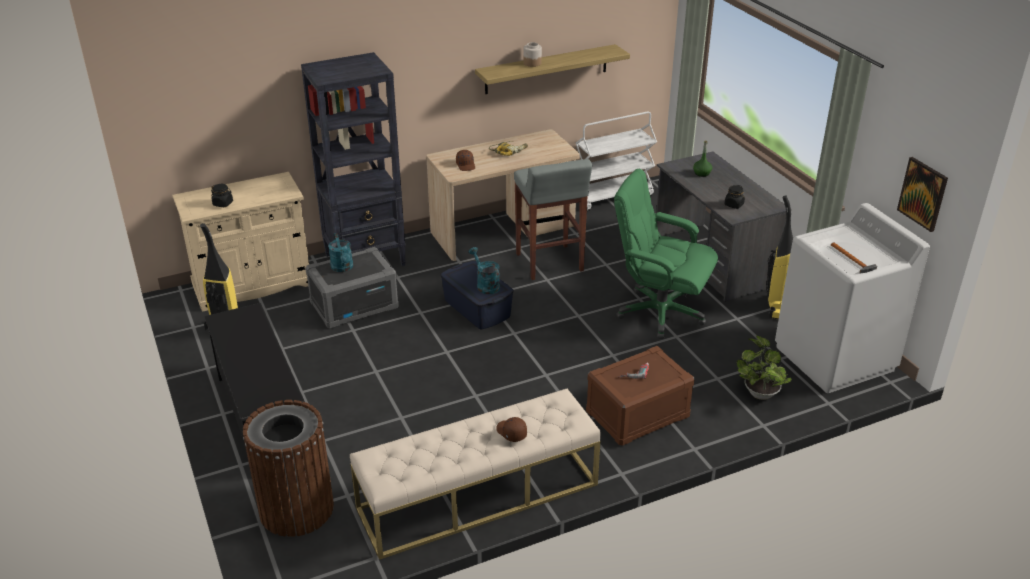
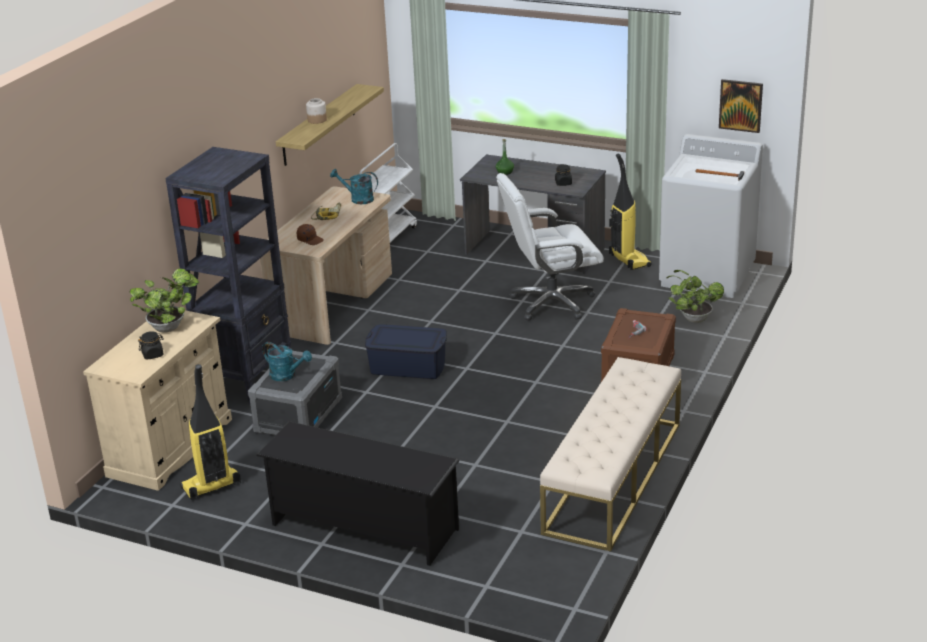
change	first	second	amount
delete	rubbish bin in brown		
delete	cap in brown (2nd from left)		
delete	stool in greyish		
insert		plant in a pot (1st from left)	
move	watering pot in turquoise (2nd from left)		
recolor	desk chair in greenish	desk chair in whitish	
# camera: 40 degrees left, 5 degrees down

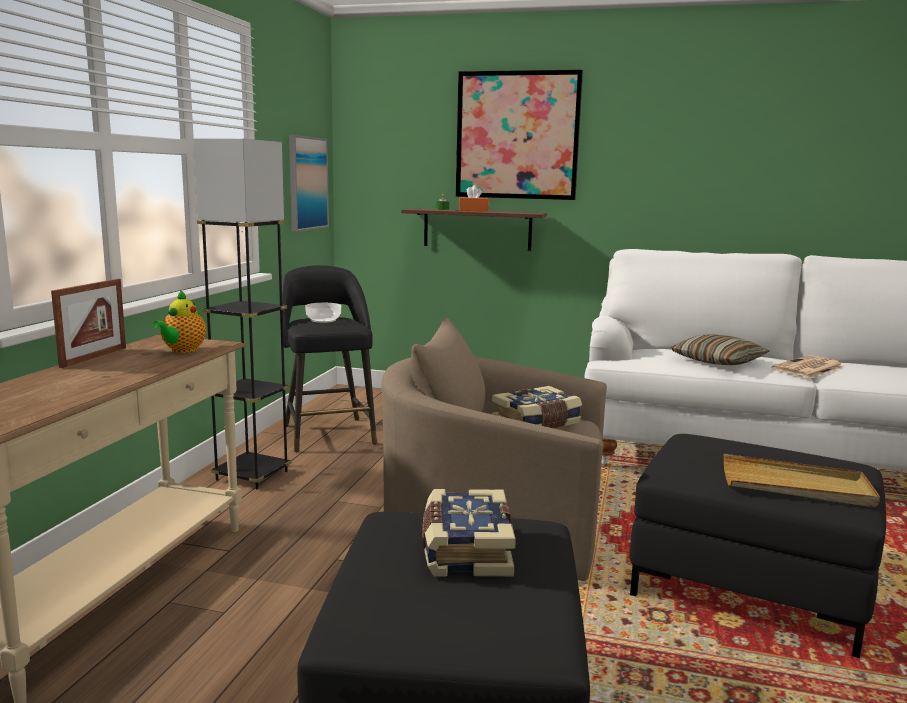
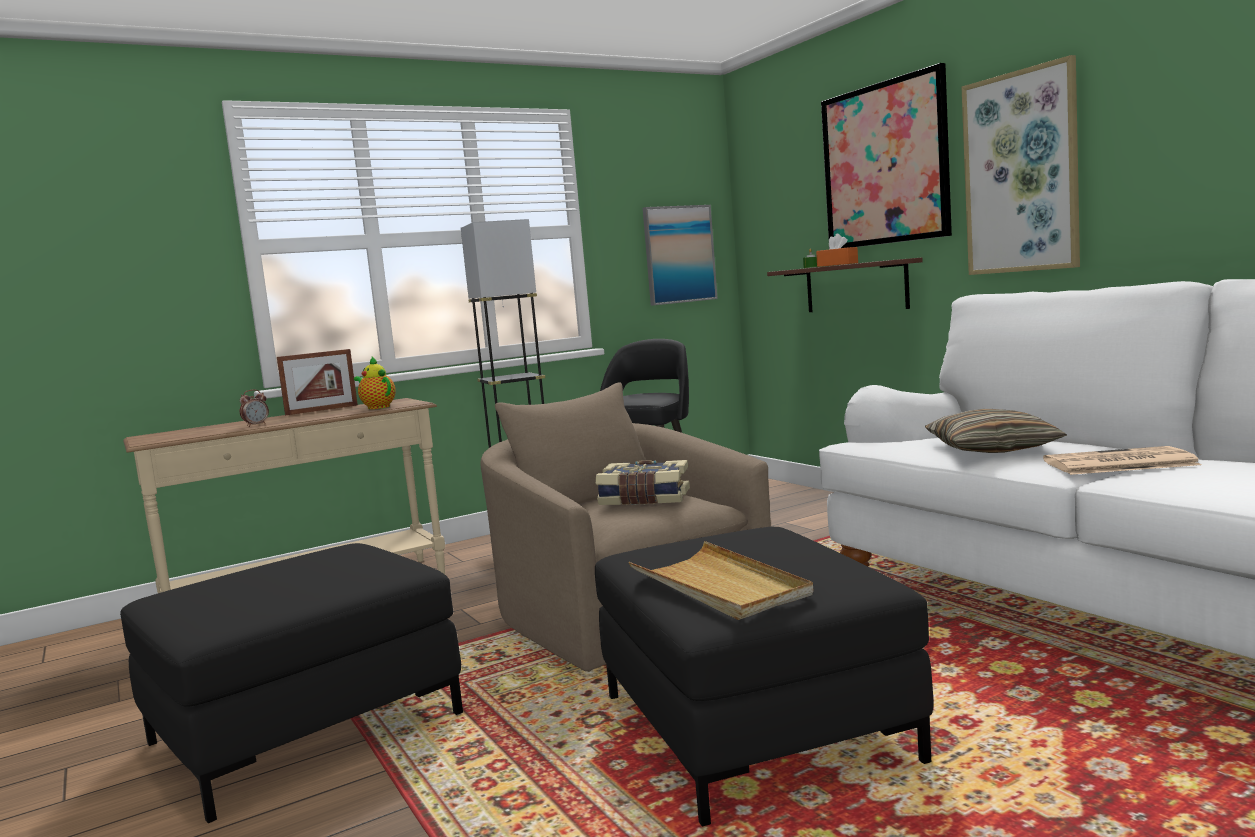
change	first	second	amount
delete	serving bowl		
delete	volume (1st from left)		
insert		bedside clock	
insert		wall art (3rd from left)	
rotate	tea pot		75 degrees clockwise
# camera: 45 degrees right, 5 degrees down

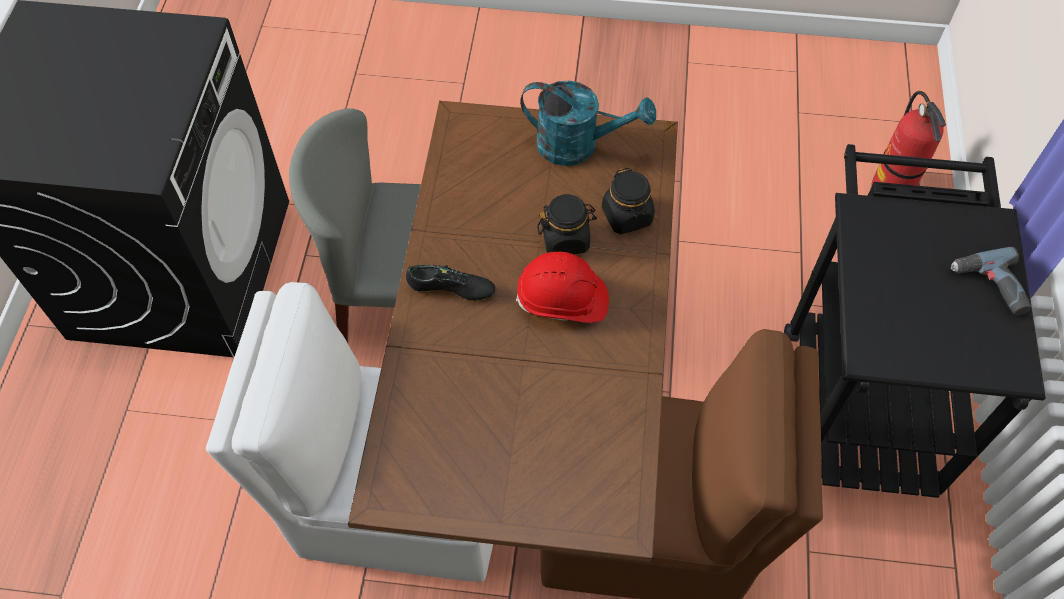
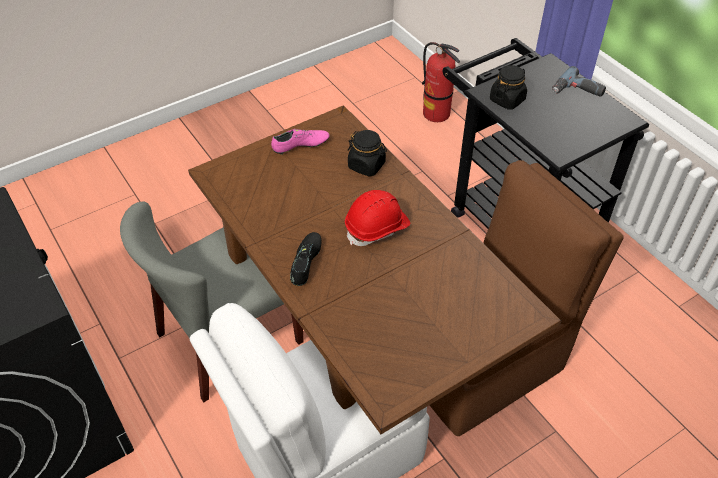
change	first	second	amount
move	storage jar in black (1st from left in the first image)	storage jar in black (2nd from left)	
replace	watering pot in turquoise	item of footwear in pink	
rotate	item of footwear in black		45 degrees counterclockwise
# camera: 40 degrees left, 10 degrees down

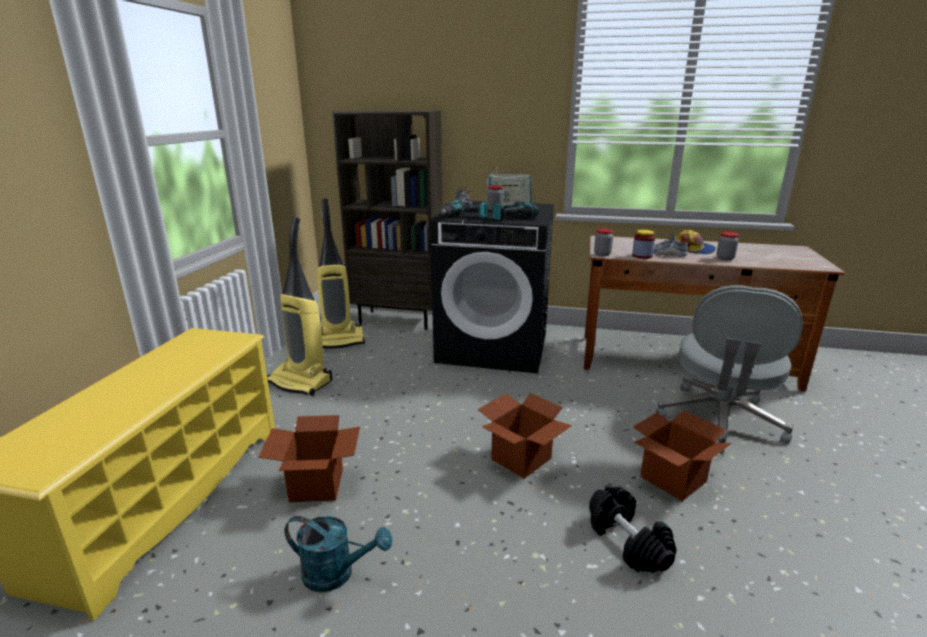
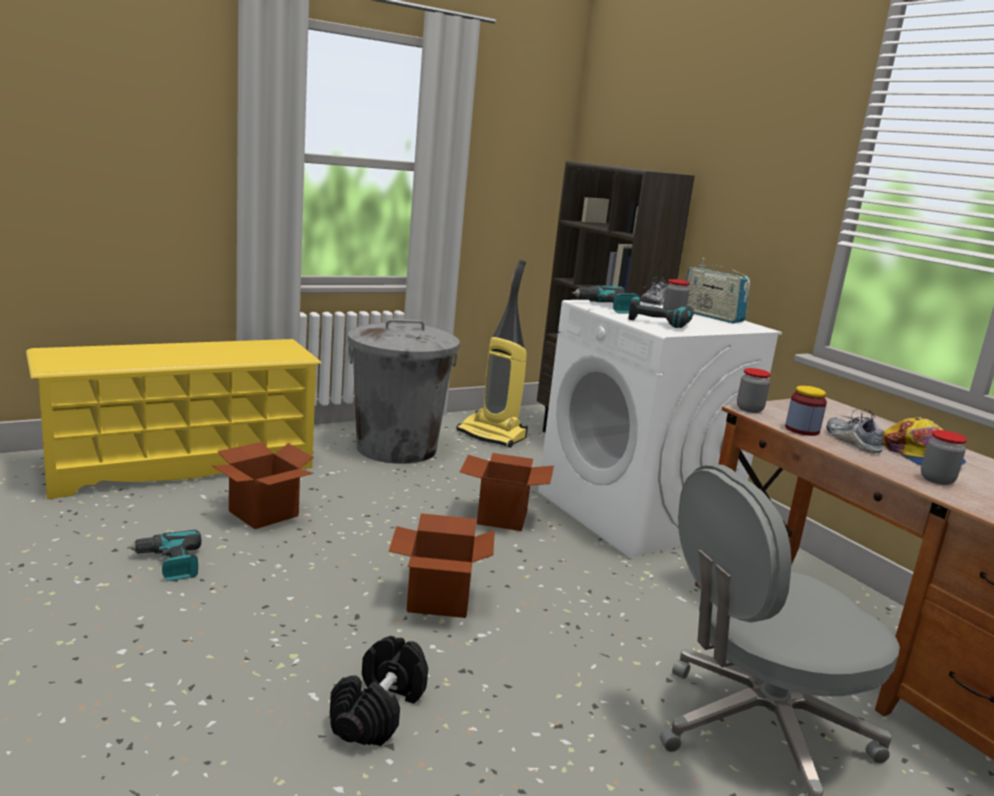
change	first	second	amount
move	carton (3rd from left)		
replace	hoover (1st from left)	rubbish bin in greyish	
replace	watering pot in turquoise	drill (1st from left)	
recolor	washing machine in black	washing machine in whitish	
# camera: 45 degrees right, 5 degrees down

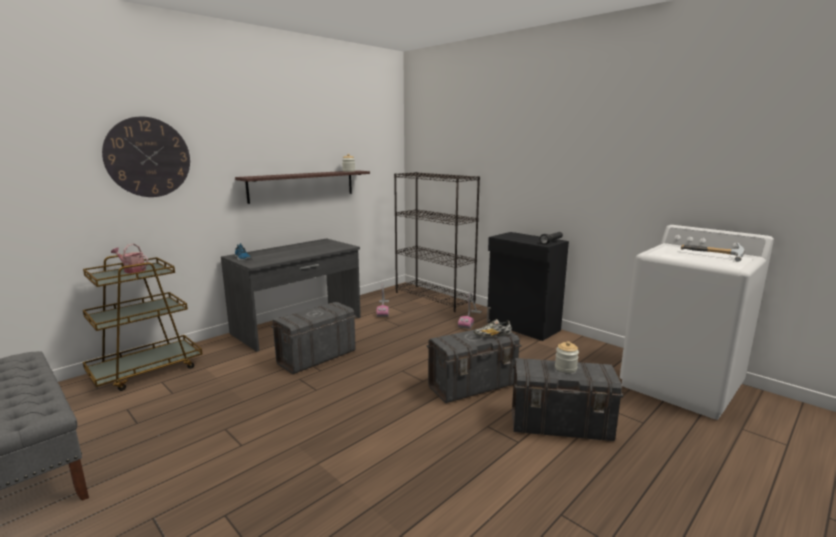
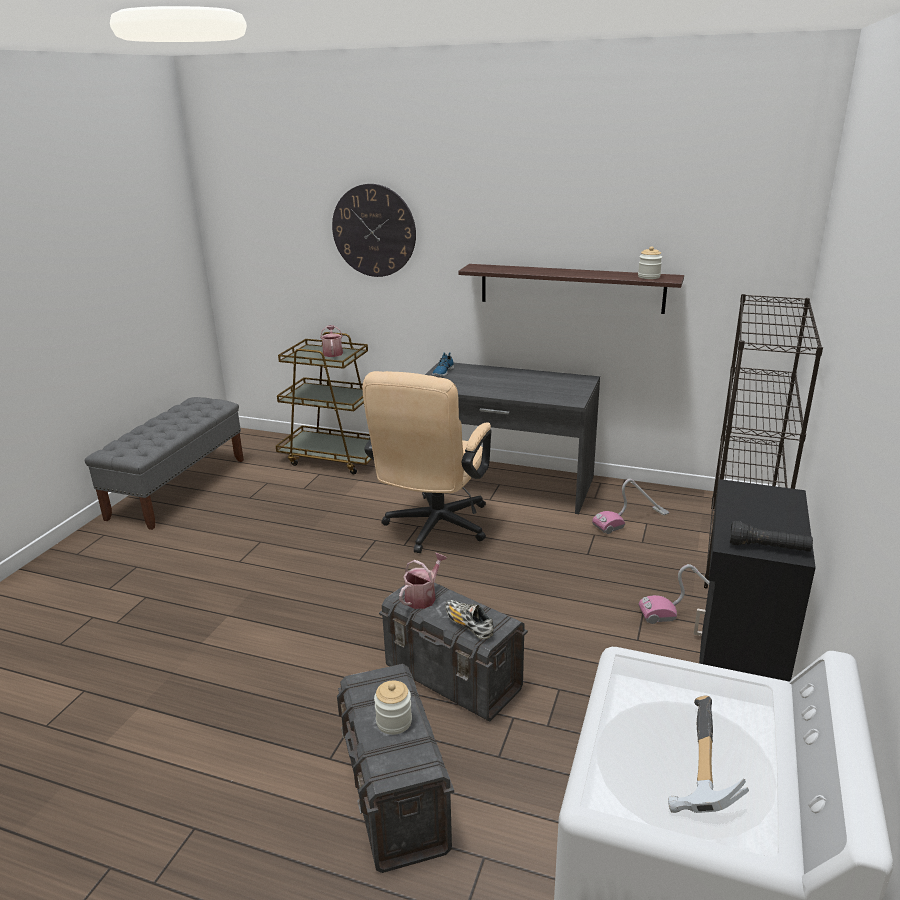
change	first	second	amount
insert		watering pot (2nd from left)	
replace	storage box in greyish (1st from left)	desk chair in beige-coloured	
# camera: 65 degrees right, 10 degrees up

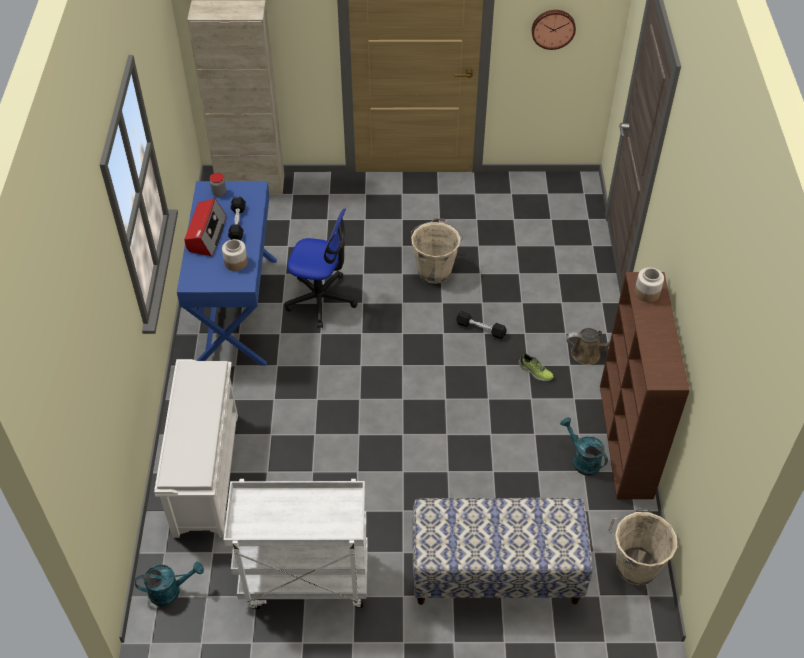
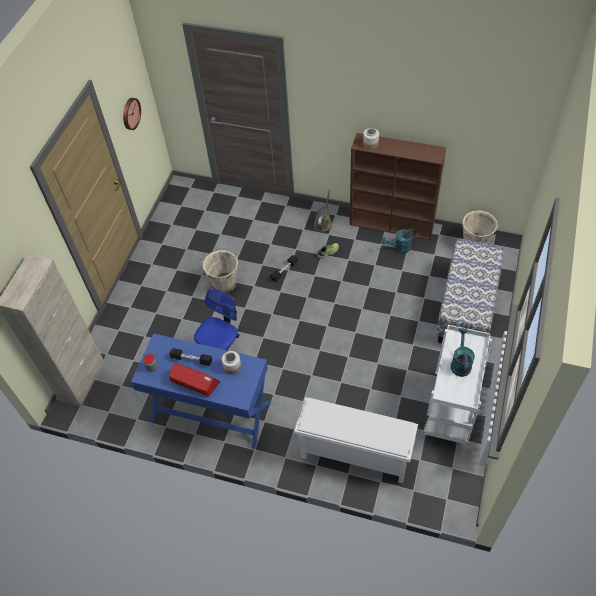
change	first	second	amount
move	watering pot in turquoise (1st from left in the first image)	watering pot in turquoise (2nd from left)	
# camera: 70 degrees left, 5 degrees up

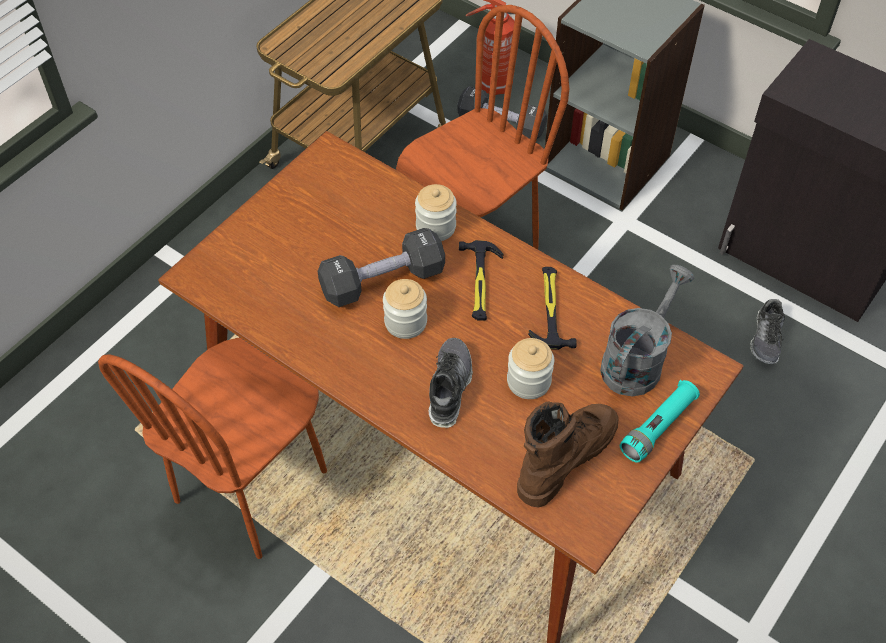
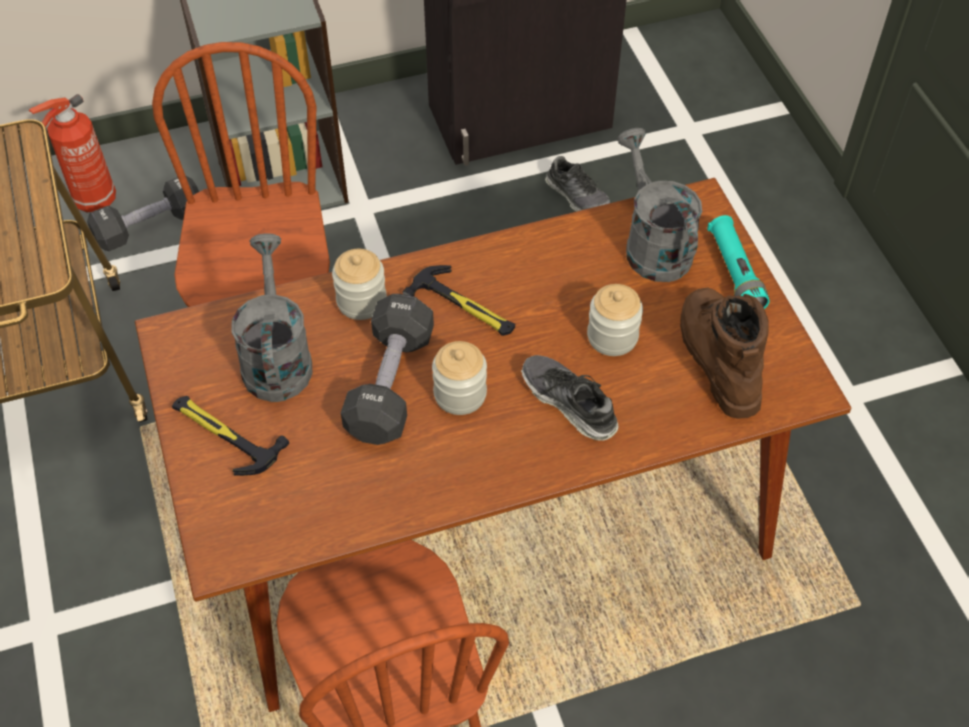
change	first	second	amount
insert		watering pot in greyish (1st from left)	
move	hammer (2nd from left in the first image)	hammer (1st from left)	
# camera: 55 degrees left, 0 degrees up

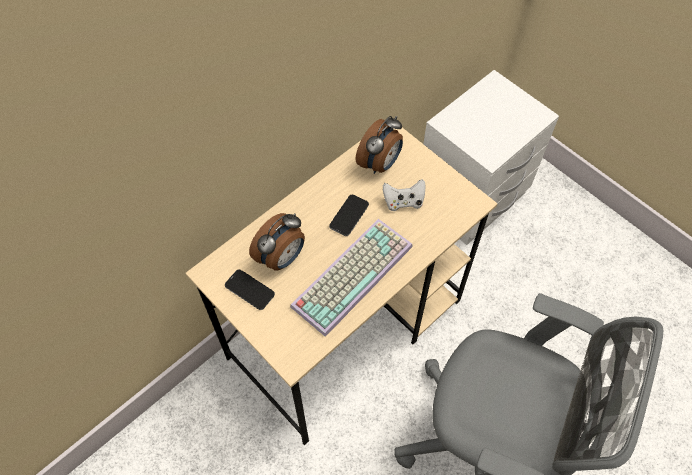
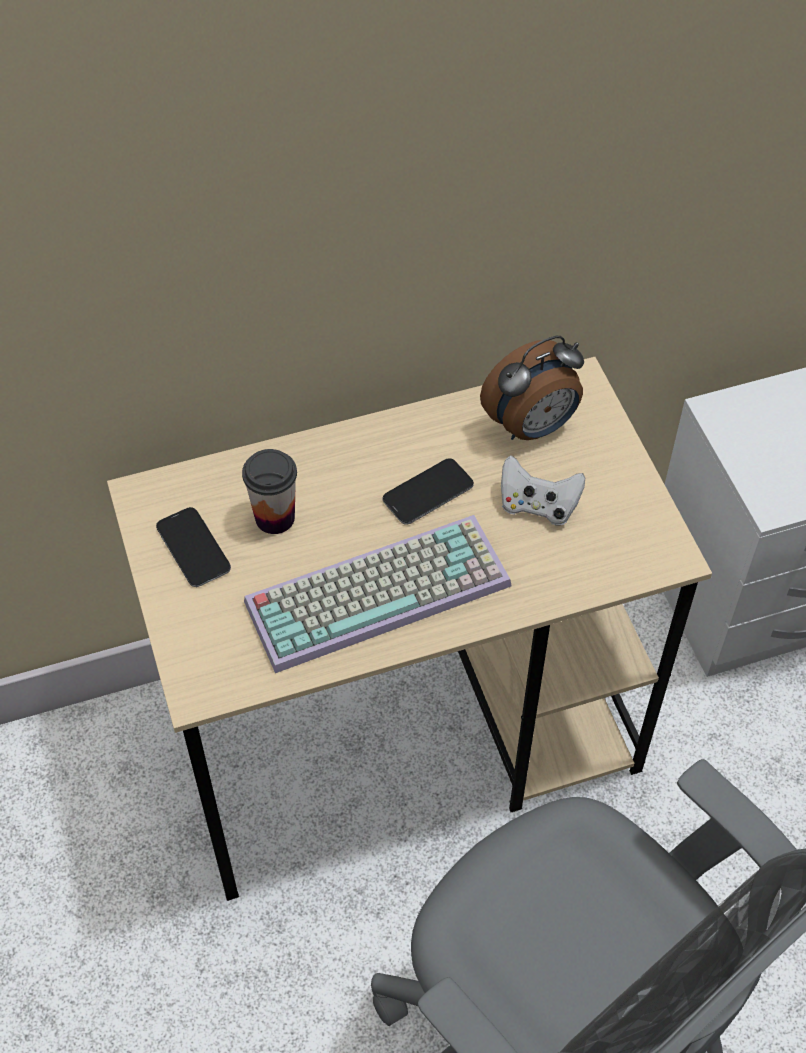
change	first	second	amount
replace	bedside clock (1st from left)	cup	
# camera: 25 degrees right, 5 degrees down

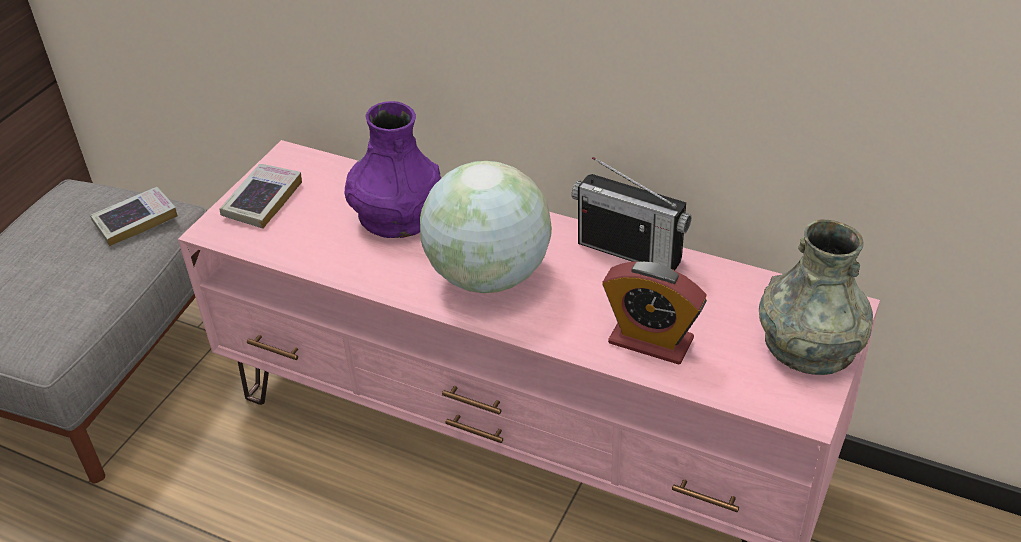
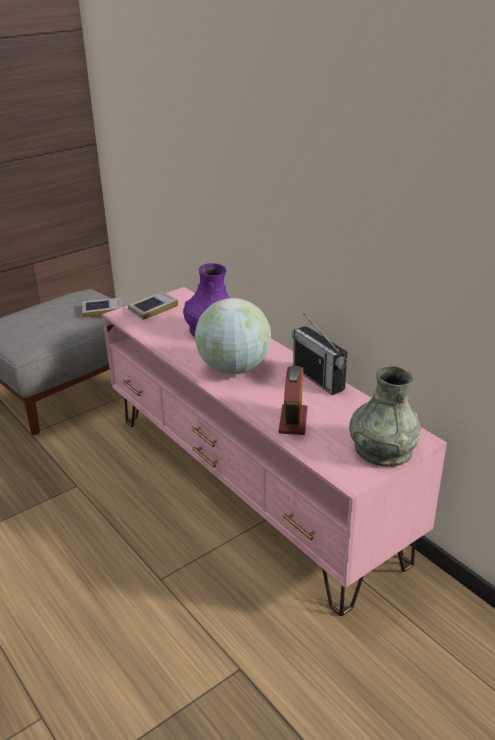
change	first	second	amount
rotate	bedside clock		45 degrees clockwise
# camera: 25 degrees right, 10 degrees down

